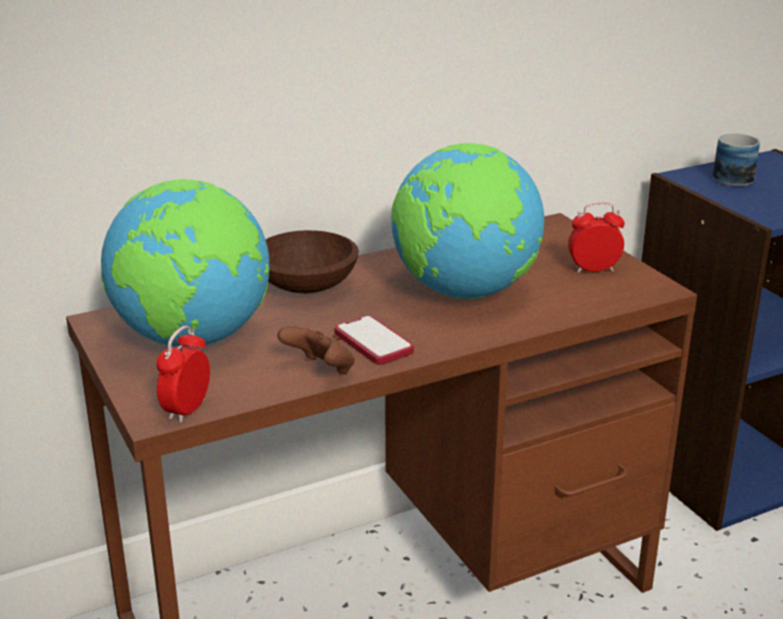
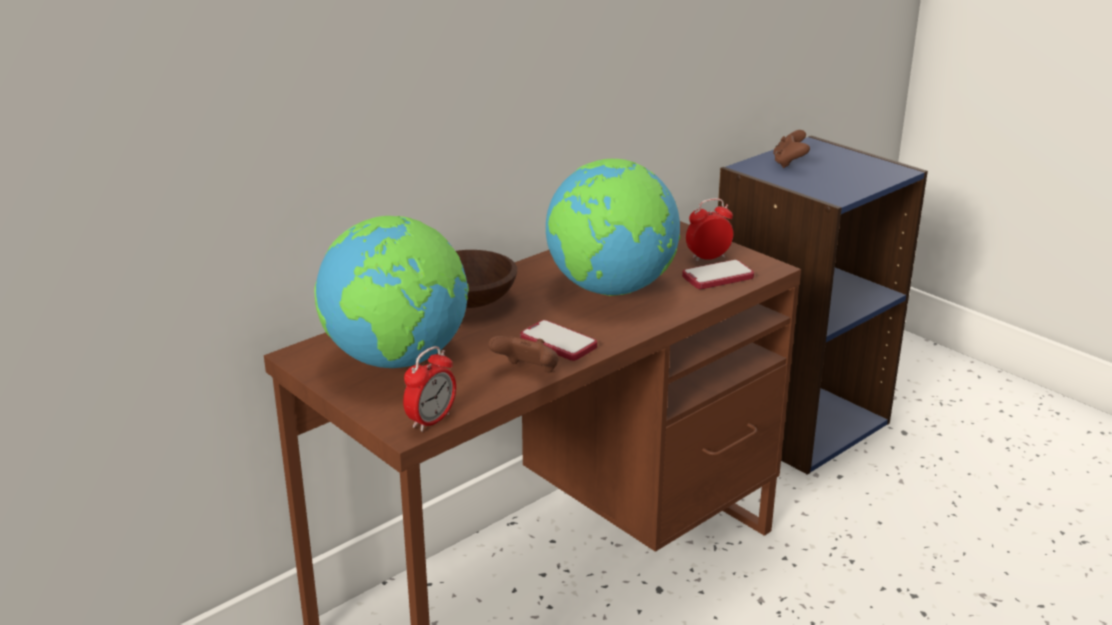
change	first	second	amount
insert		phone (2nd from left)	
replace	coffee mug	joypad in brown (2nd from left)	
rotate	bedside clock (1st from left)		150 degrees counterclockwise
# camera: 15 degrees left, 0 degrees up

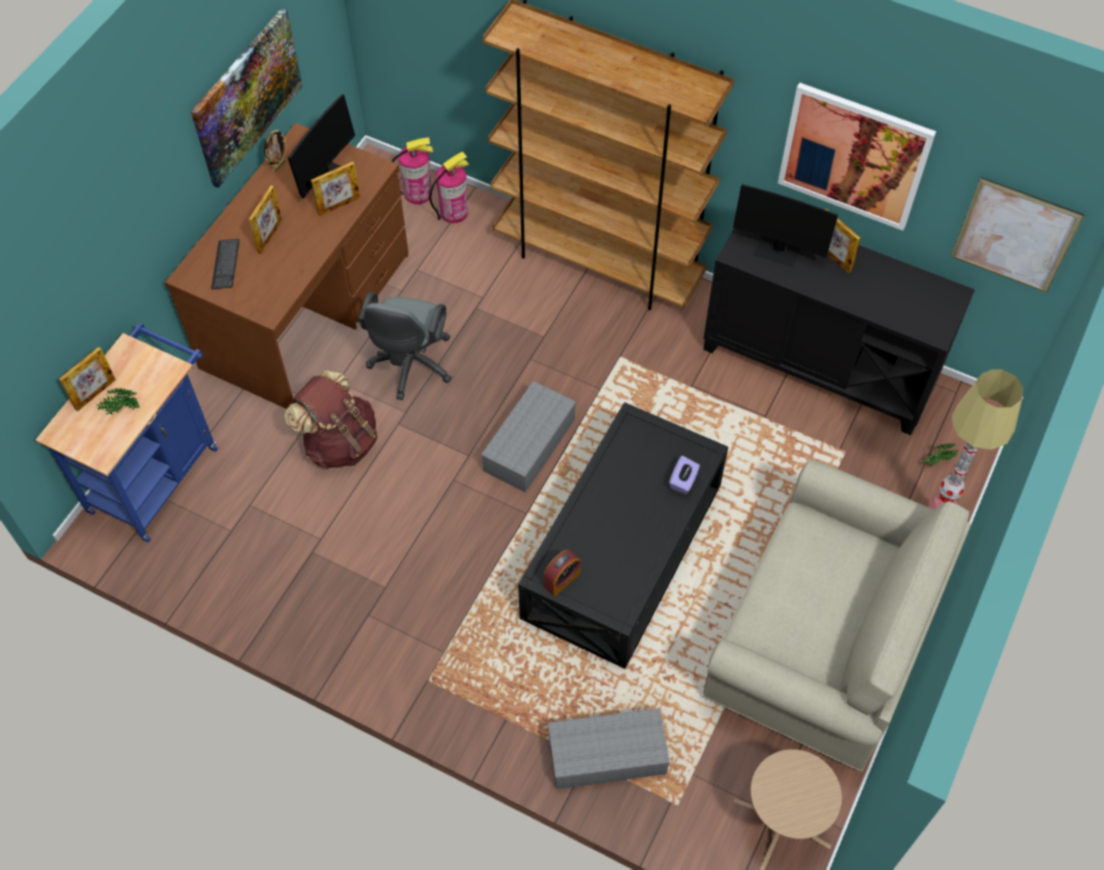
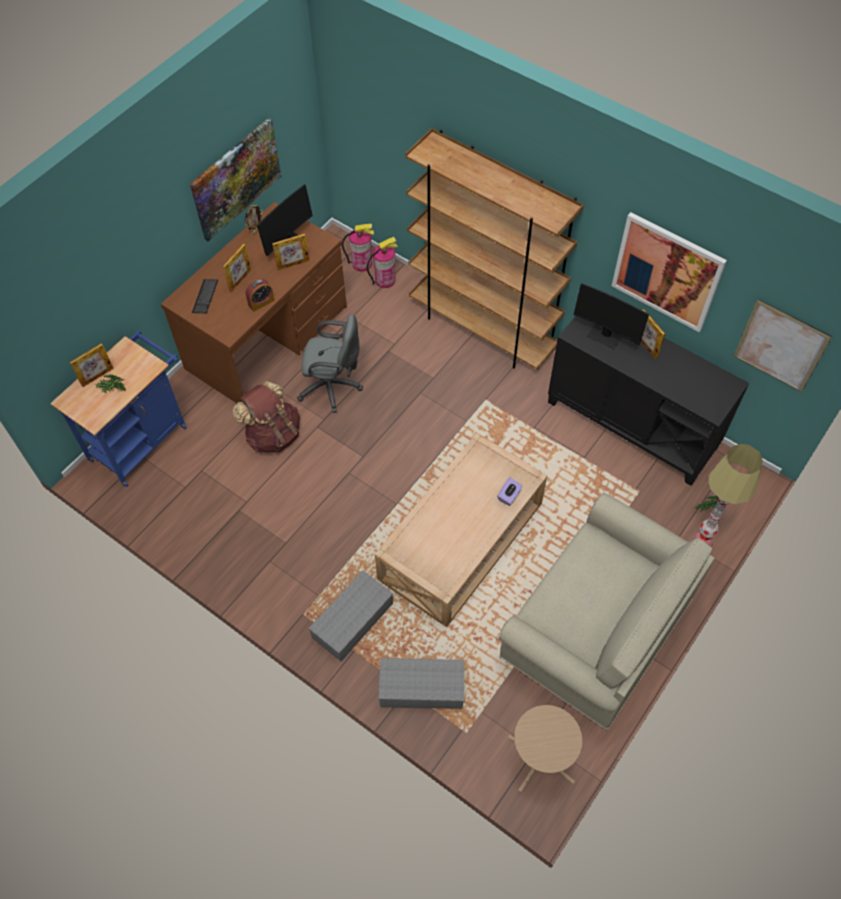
change	first	second	amount
move	storage box in greyish (1st from left)		
move	bedside clock		
recolor	lounge table in black	lounge table in beige-coloured	
rotate	desk chair in greyish		105 degrees counterclockwise
# camera: 10 degrees right, 0 degrees up

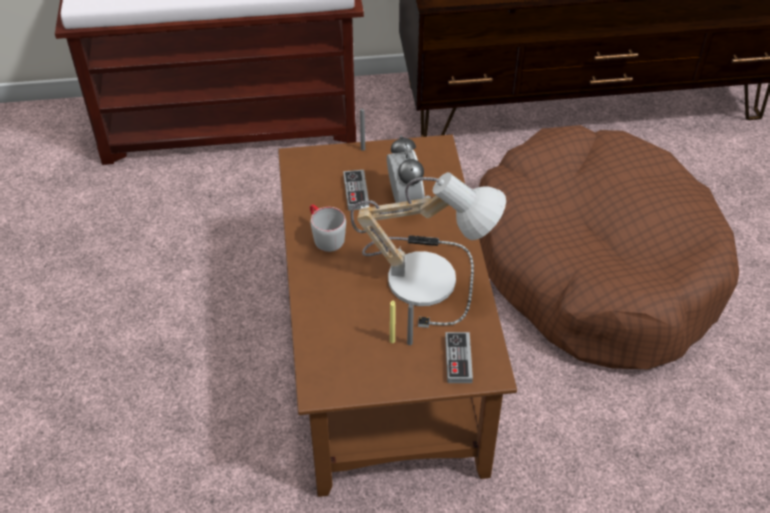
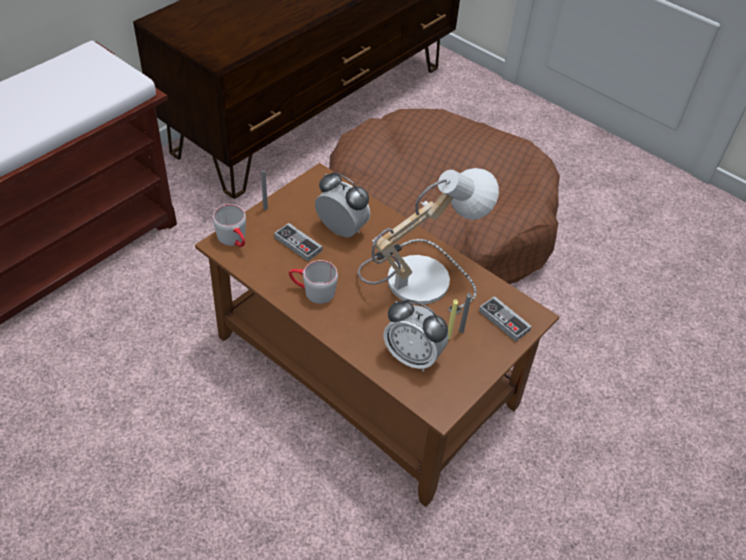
change	first	second	amount
insert		coffee mug in greyish (1st from left)	
insert		bedside clock (2nd from left)	
# camera: 45 degrees left, 0 degrees up

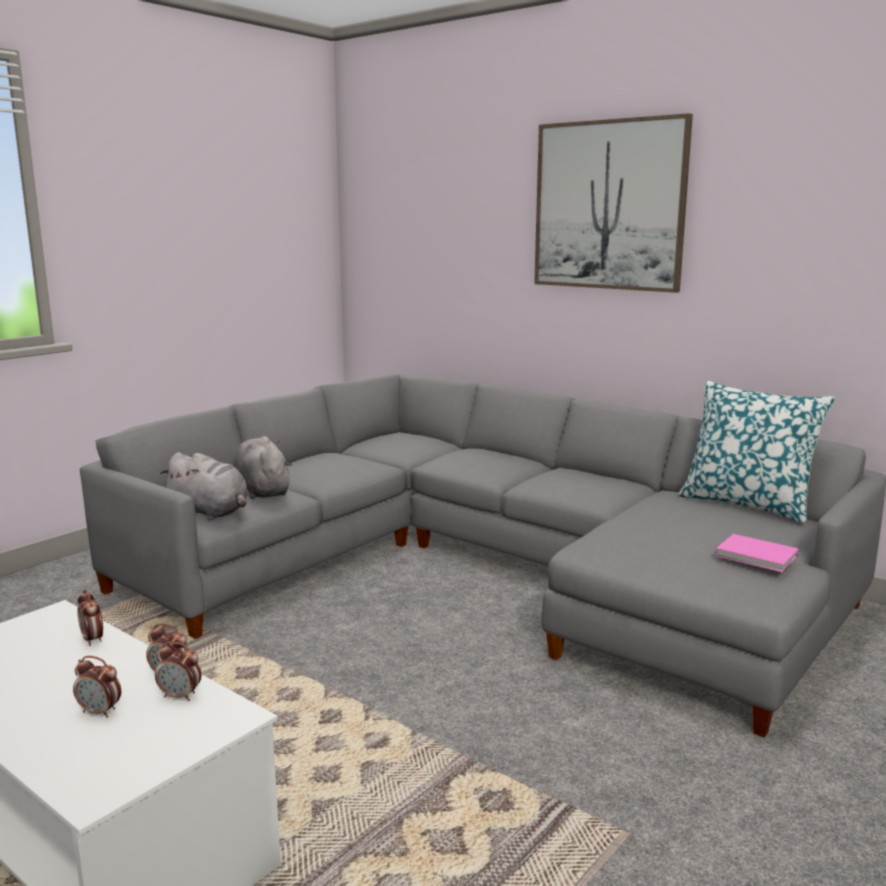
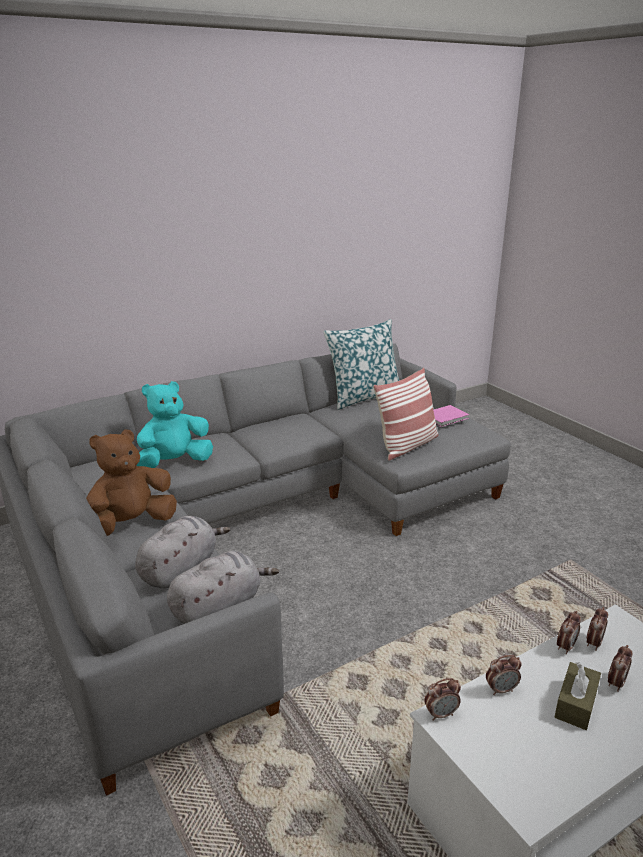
change	first	second	amount
delete	wall art		
insert		cuddly toy in brown	
insert		cuddly toy in turquoise	
insert		throw pillow (2nd from left)	
insert		bedside clock (1st from left)	
insert		box of tissues in brown	
rotate	cuddly toy in greyish (2nd from left in the first image)	cuddly toy in greyish (1st from left)	135 degrees clockwise
# camera: 70 degrees left, 10 degrees up

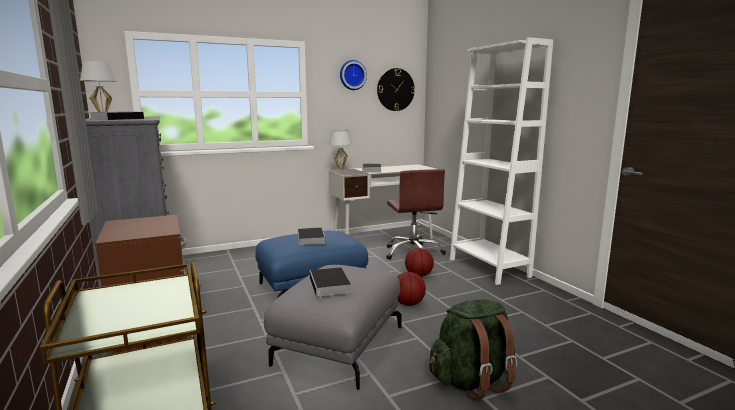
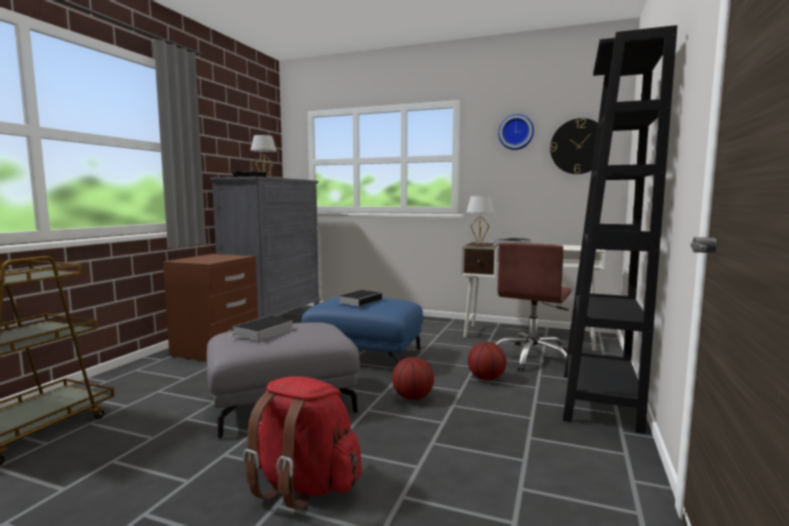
change	first	second	amount
recolor	backpack in greenish	backpack in red-coloured	
recolor	shelving unit in whitish	shelving unit in black	
# camera: 45 degrees right, 5 degrees down

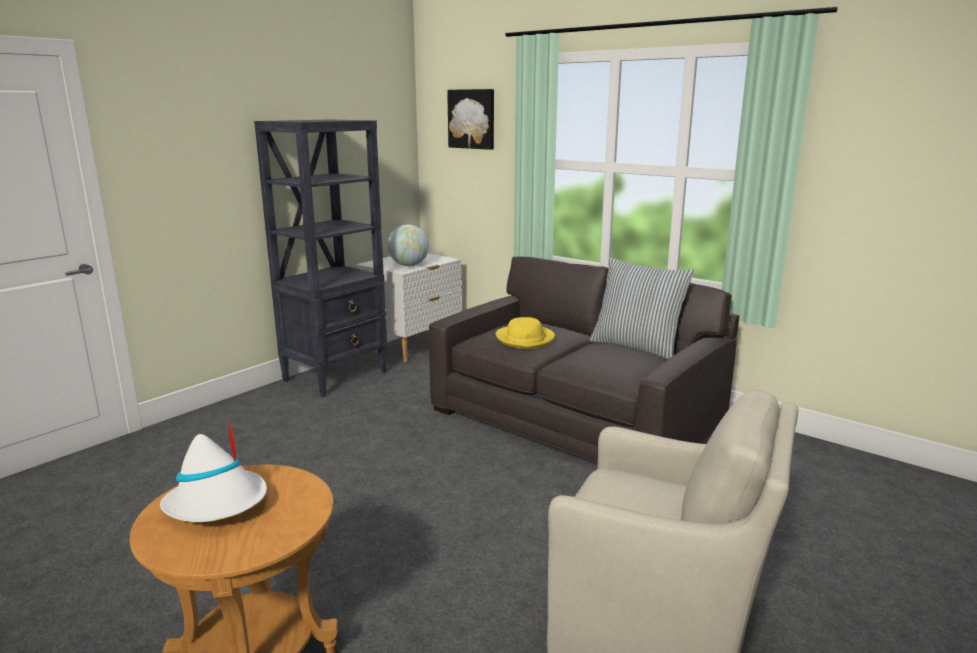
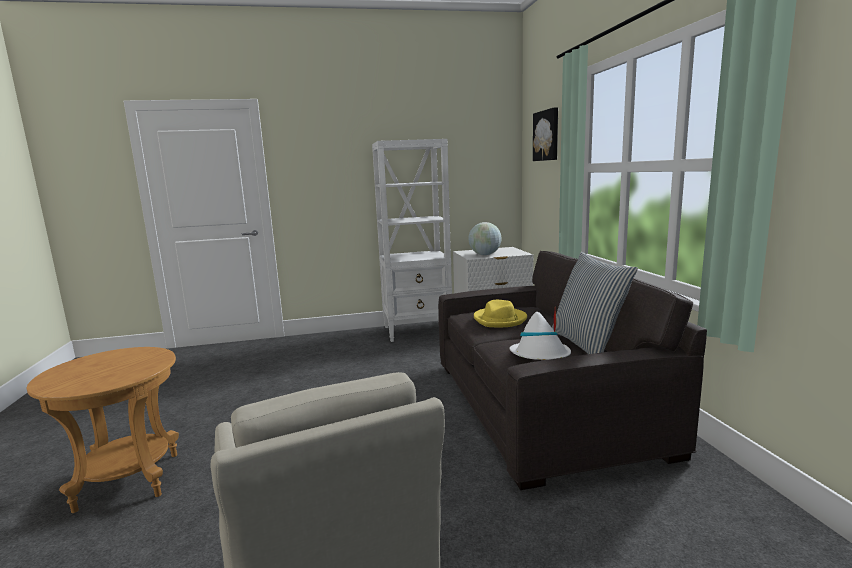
change	first	second	amount
move	wearable hat in whitish		
recolor	shelving unit in black	shelving unit in whitish	
# camera: 40 degrees right, 5 degrees down

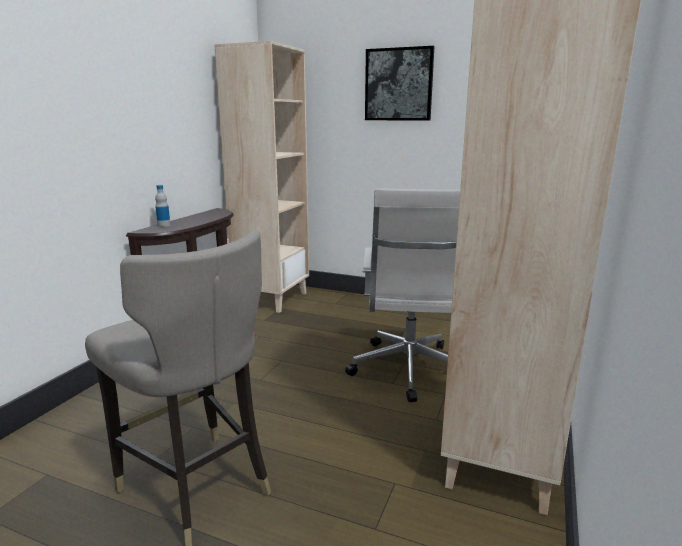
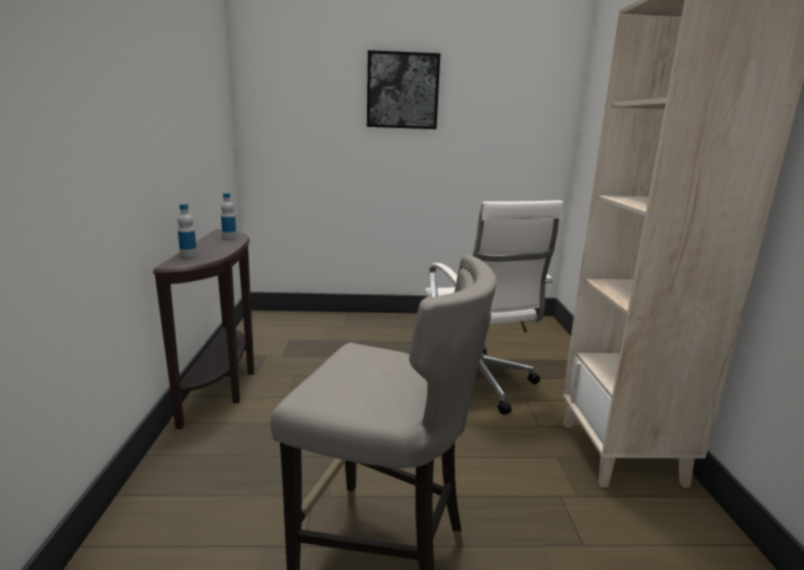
change	first	second	amount
delete	shelving unit in beige-coloured (1st from left)		
insert		drink bottle (2nd from left)	
# camera: 25 degrees left, 0 degrees up

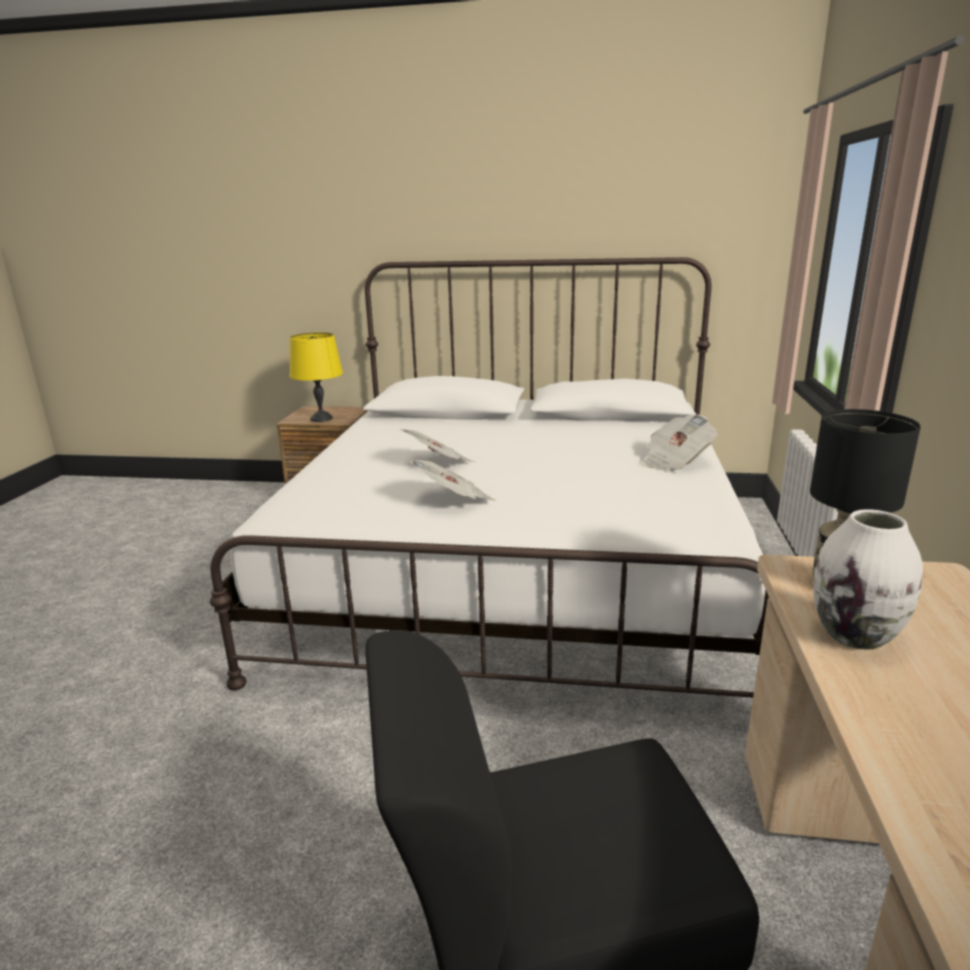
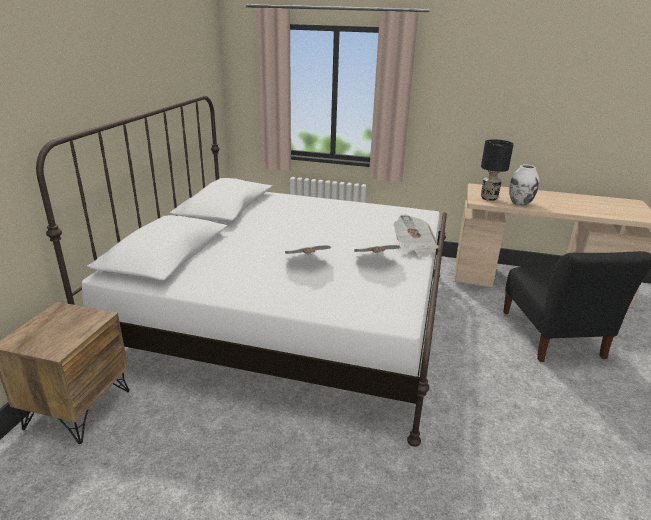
change	first	second	amount
delete	lamp for a table in yellow-coloured		
move	daily paper (3rd from left)		
# camera: 85 degrees left, 5 degrees up

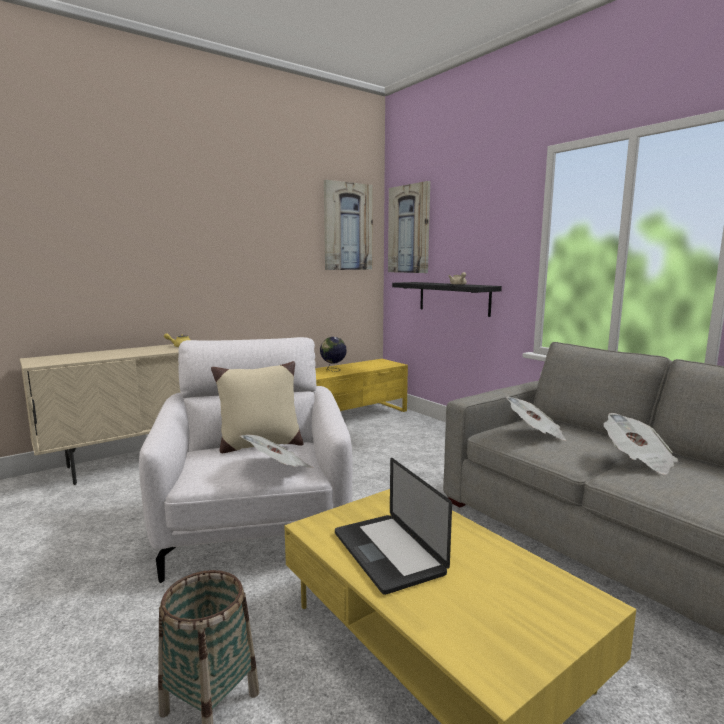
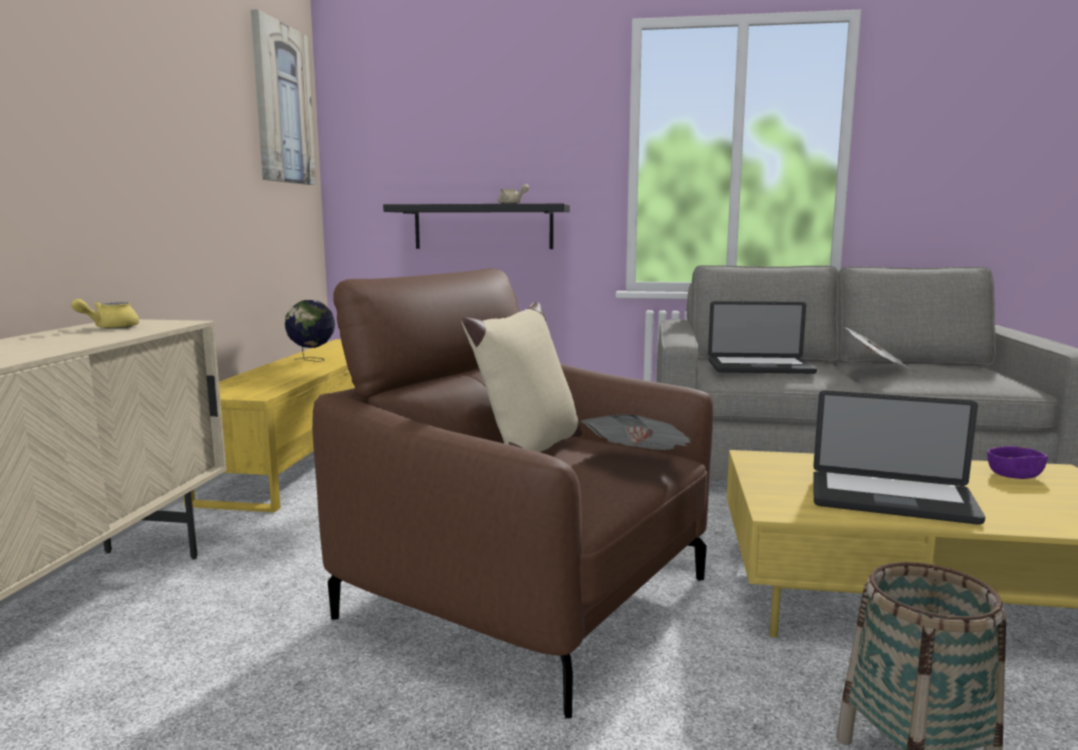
change	first	second	amount
delete	wall art (2nd from left)		
insert		serving bowl in purple-coloured	
replace	daily paper (2nd from left)	laptop (1st from left)	
recolor	lounge chair in whitish	lounge chair in brown	
# camera: 45 degrees left, 0 degrees up

